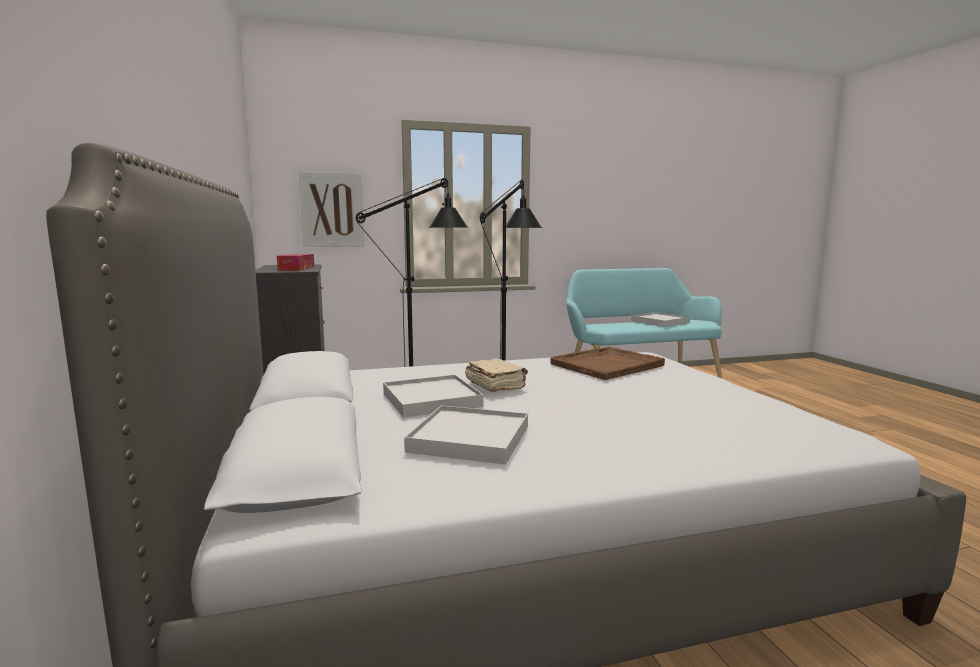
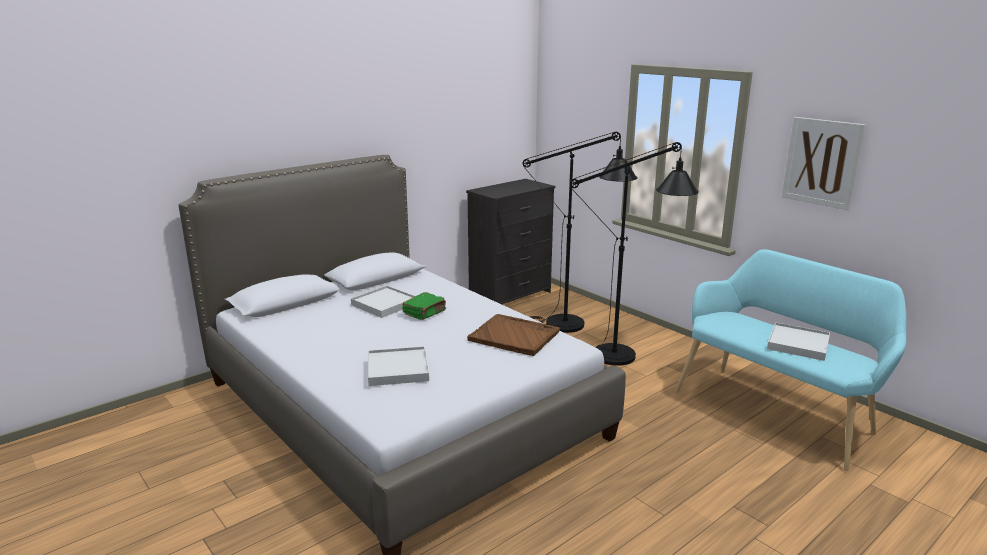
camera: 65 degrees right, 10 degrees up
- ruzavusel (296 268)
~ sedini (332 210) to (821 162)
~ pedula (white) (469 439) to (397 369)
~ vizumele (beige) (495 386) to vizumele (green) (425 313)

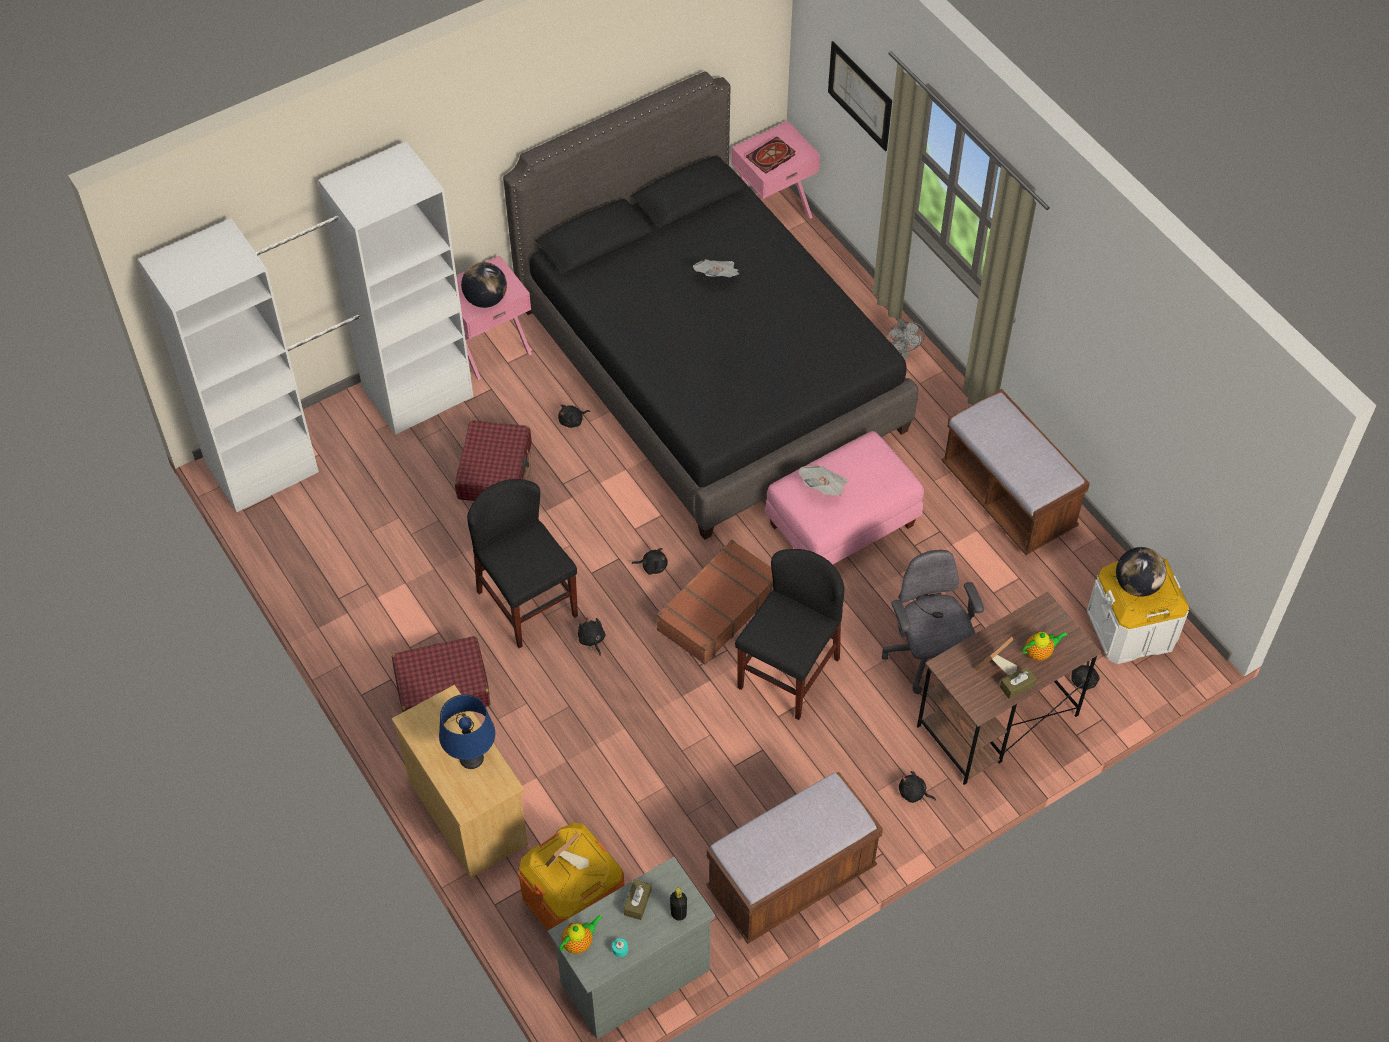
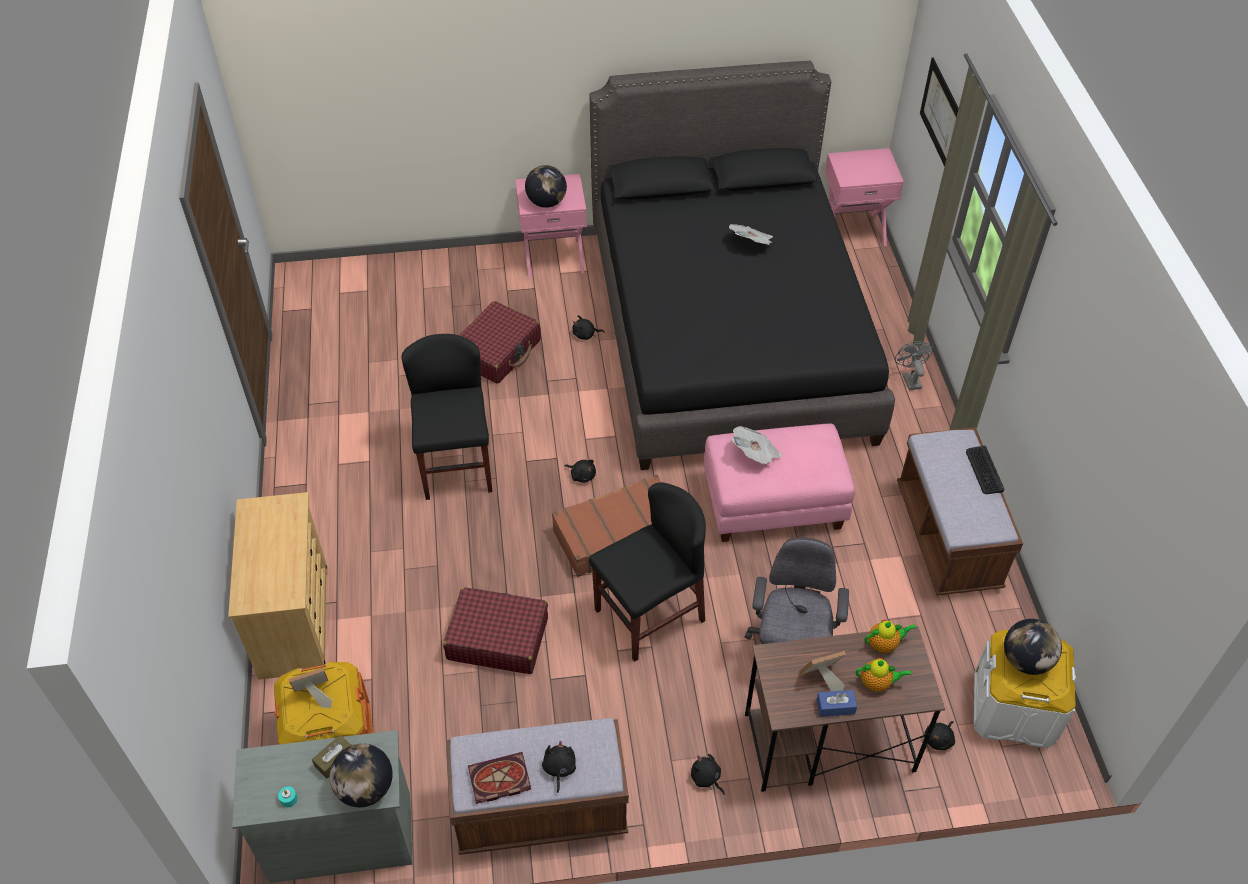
camera: 25 degrees right, 5 degrees down
- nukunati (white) (342 428)
- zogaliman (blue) (472 758)
+ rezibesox (984 470)
~ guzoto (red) (442 687) to (497 638)
~ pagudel (579 942) to (884 644)
~ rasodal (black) (592 640) to (559 769)
~ vizumele (770 157) to (498 780)
~ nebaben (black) (678 913) to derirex (365 788)
~ ruzavusel (brown) (1017 686) to ruzavusel (blue) (835 707)
~ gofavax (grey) (902 353) = (909 378) 150 degrees clockwise

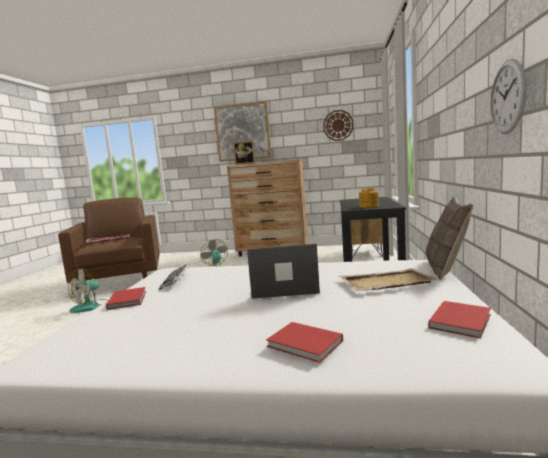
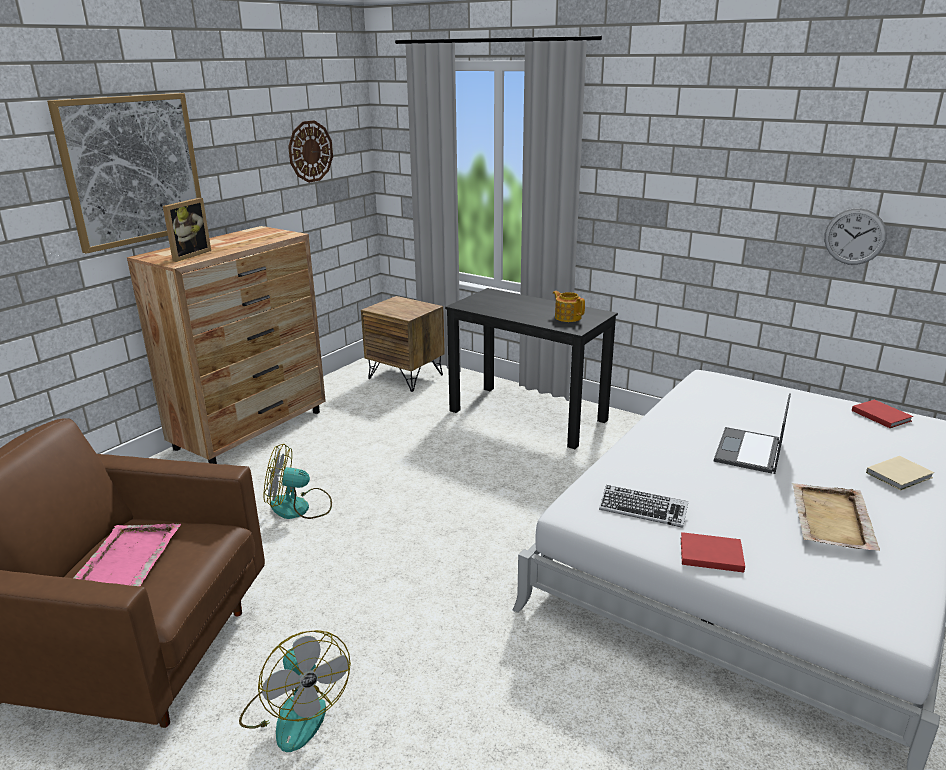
camera: 65 degrees left, 15 degrees up
- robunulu (446 269)
~ pedula (beige) (385 282) to (831 519)
~ vizumele (red) (305 344) to vizumele (beige) (900 475)

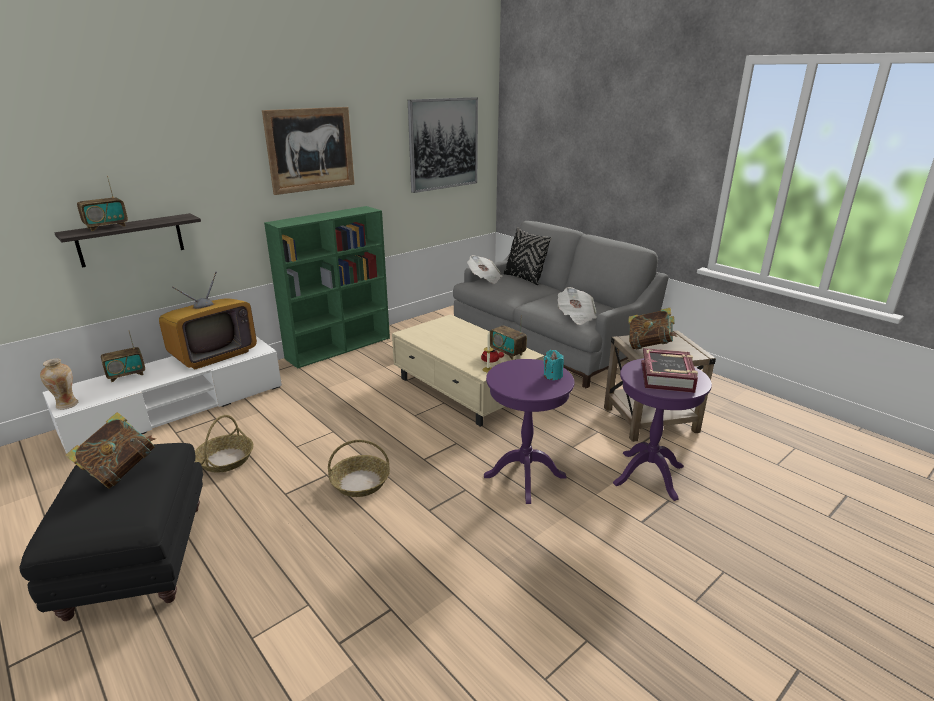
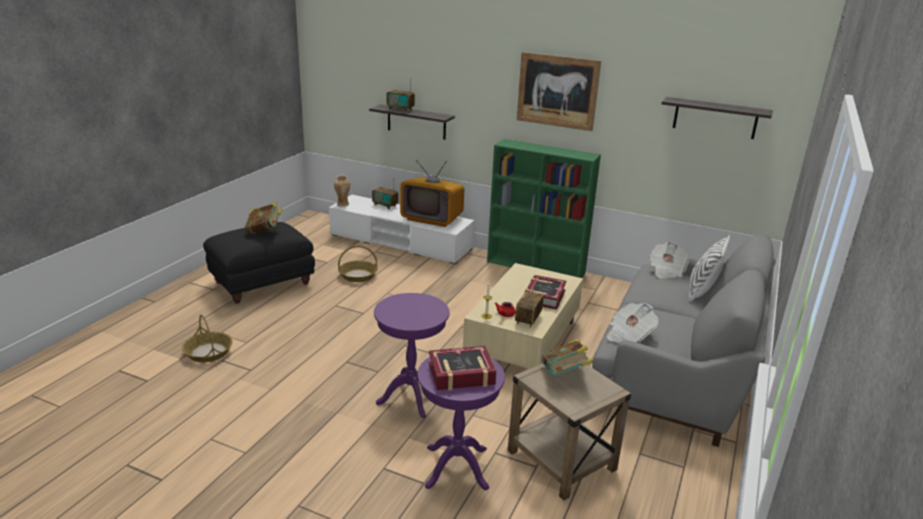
camera: 65 degrees right, 0 degrees up
- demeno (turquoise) (552 376)
+ vizumele (544 296)
~ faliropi (360 482) to (208 352)
~ sedini (443 144) to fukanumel (715 118)
~ robunulu (black) (524 278) to robunulu (white) (702 291)

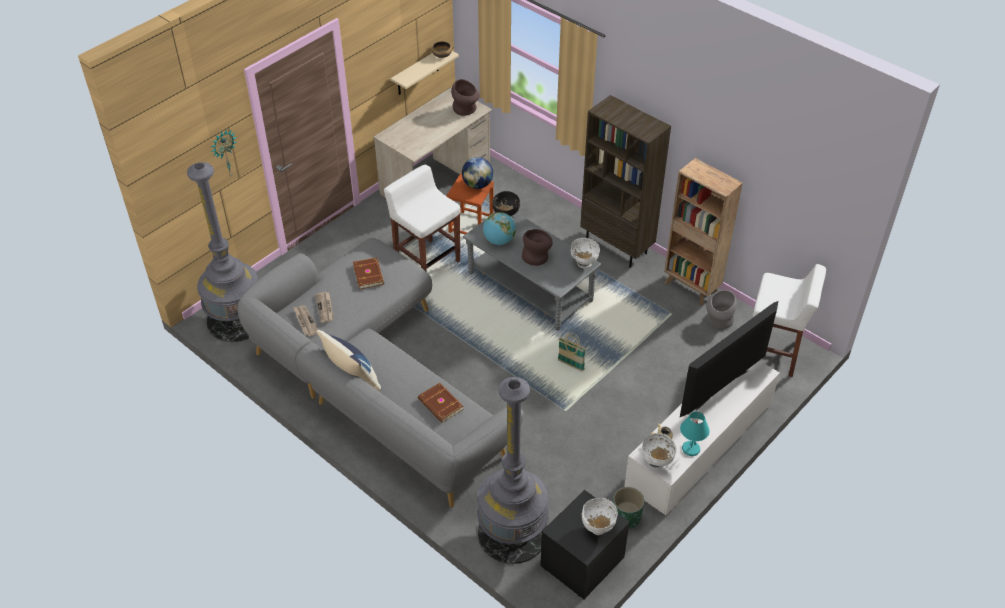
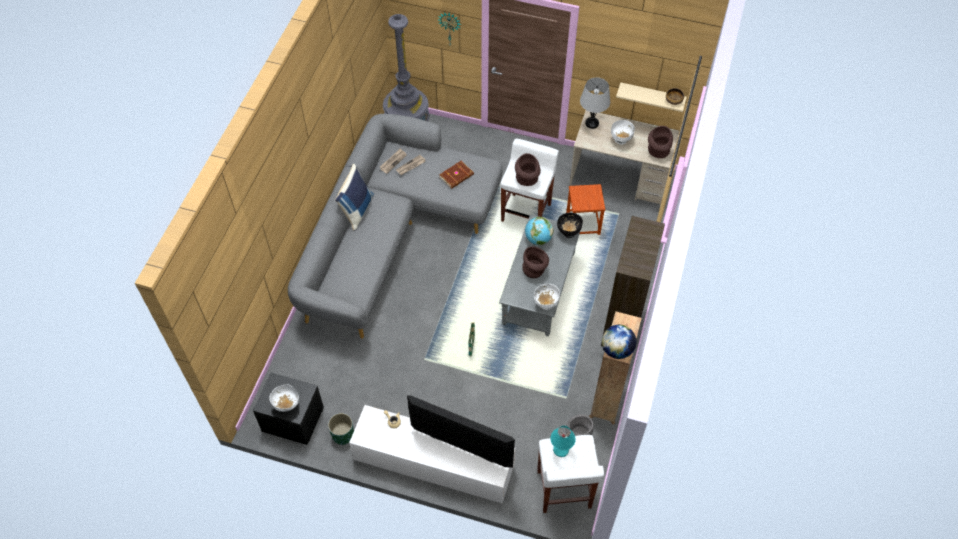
camera: 65 degrees right, 10 degrees up
- vizumele (brown) (440 404)
- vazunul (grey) (512 532)
+ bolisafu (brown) (527 180)
+ zogaliman (grey) (592 123)
~ derirex (477 185) to (617 350)
~ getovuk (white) (656 462) to (621 140)
~ zogaliman (turquoise) (691 449) to (561 450)

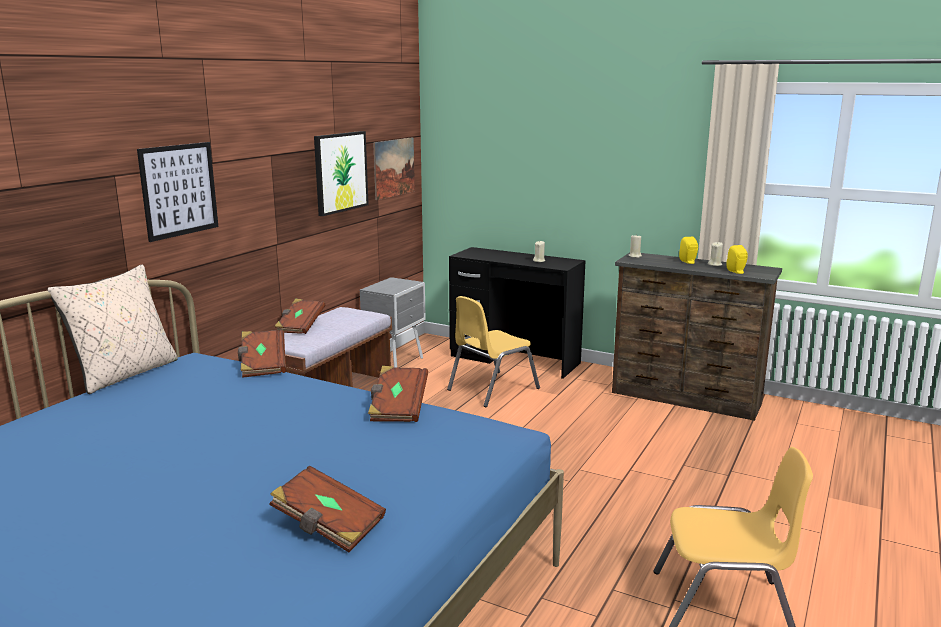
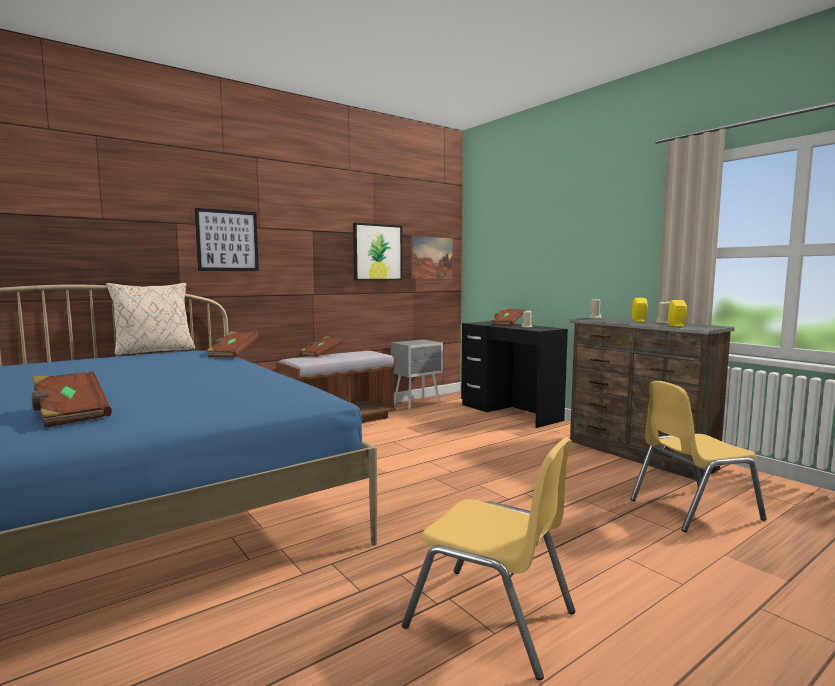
camera: 25 degrees right, 10 degrees down
~ vizumele (brown) (397 408) to (506 324)
~ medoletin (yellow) (492 389) to (693 509)

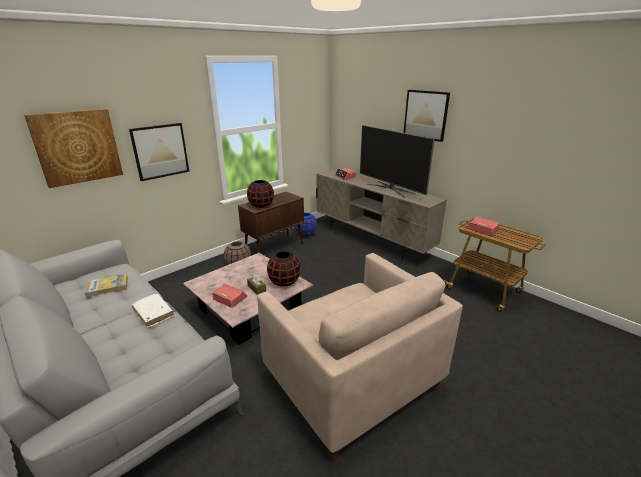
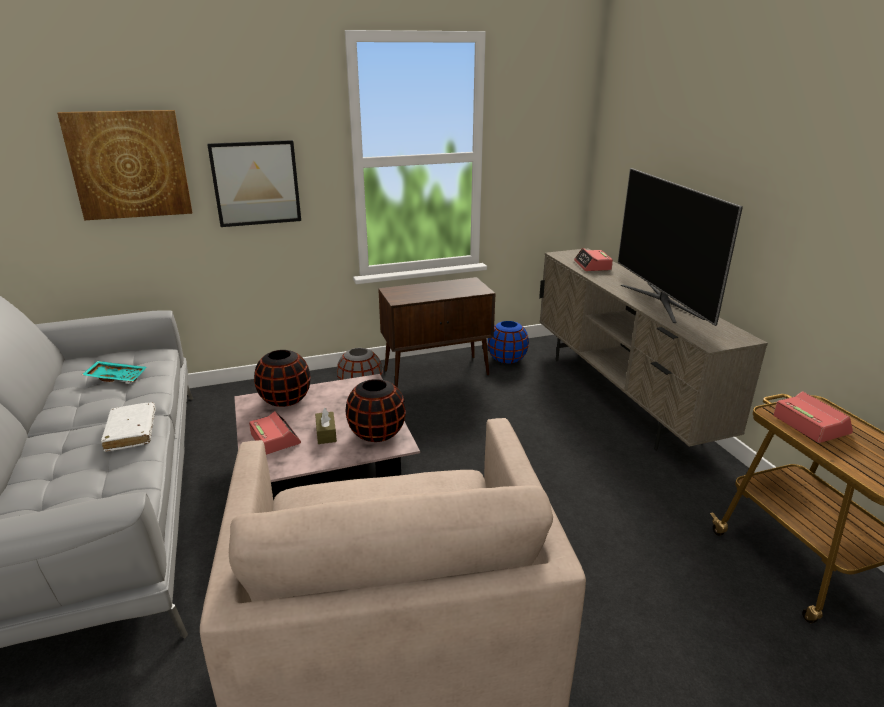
camera: 25 degrees right, 0 degrees up
- sedini (425 115)
~ bolisafu (black) (261 205) to (285 400)
~ vizumele (107 287) to pedula (turquoise) (117 377)

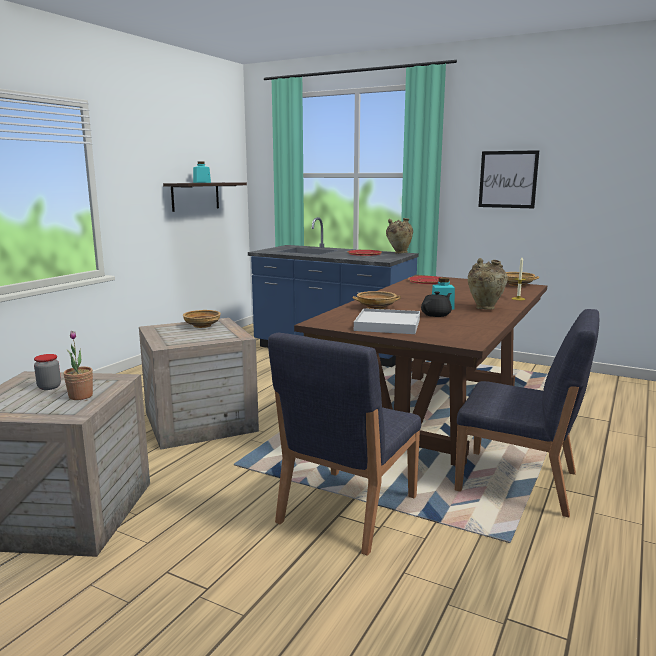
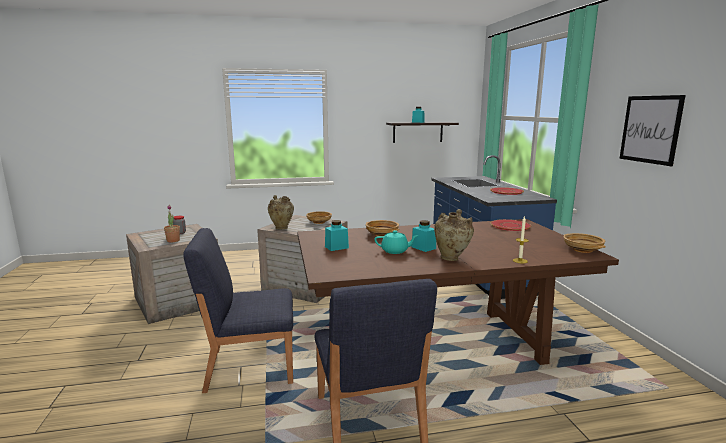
camera: 50 degrees right, 0 degrees up
~ bolisafu (beige) (399 253) to (281 228)
~ pedula (white) (388 325) to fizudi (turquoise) (336 247)
~ pagudel (black) (436 314) to pagudel (turquoise) (395 251)

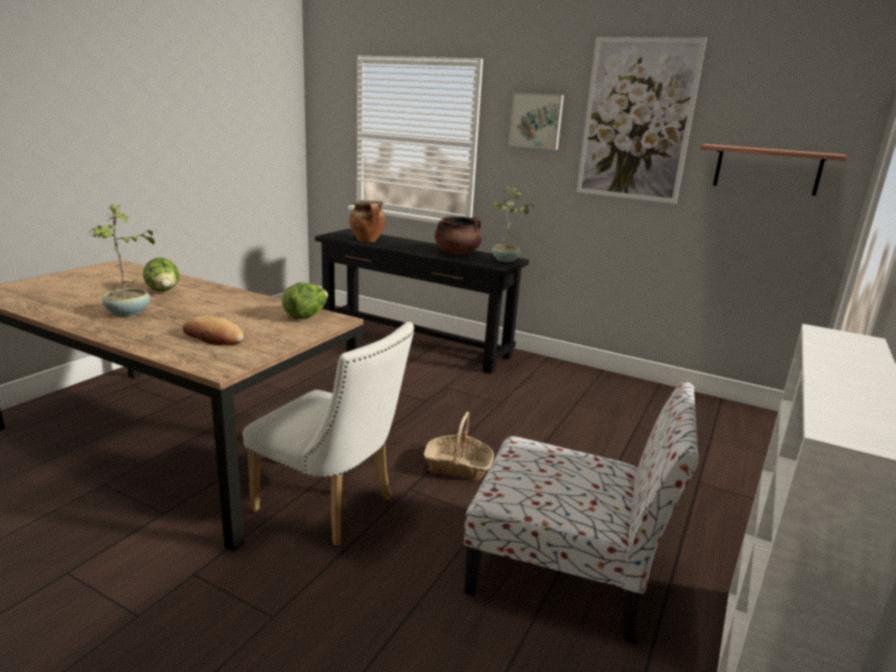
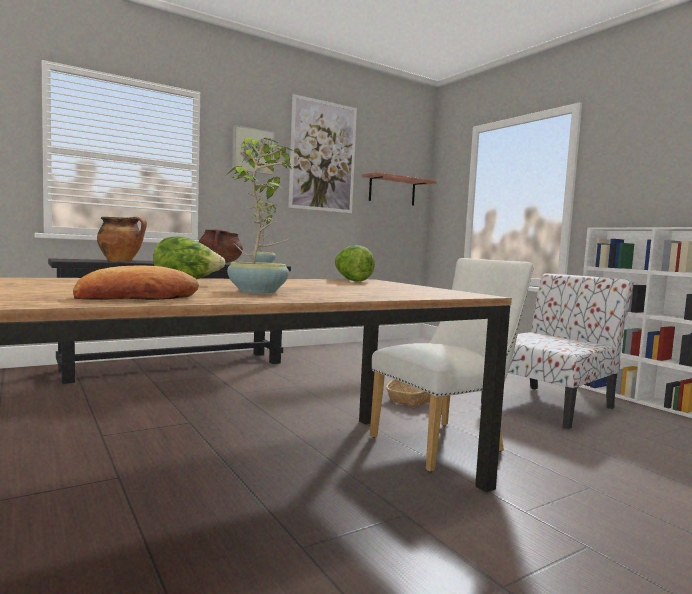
camera: 60 degrees left, 15 degrees down
~ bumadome (213 337) to (138 297)

